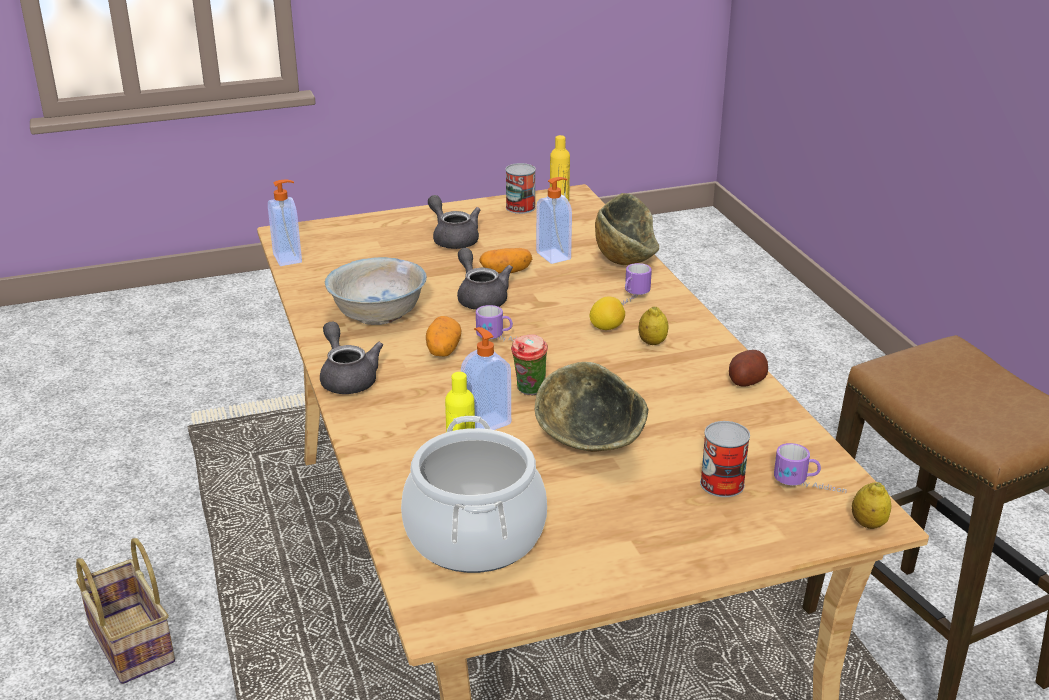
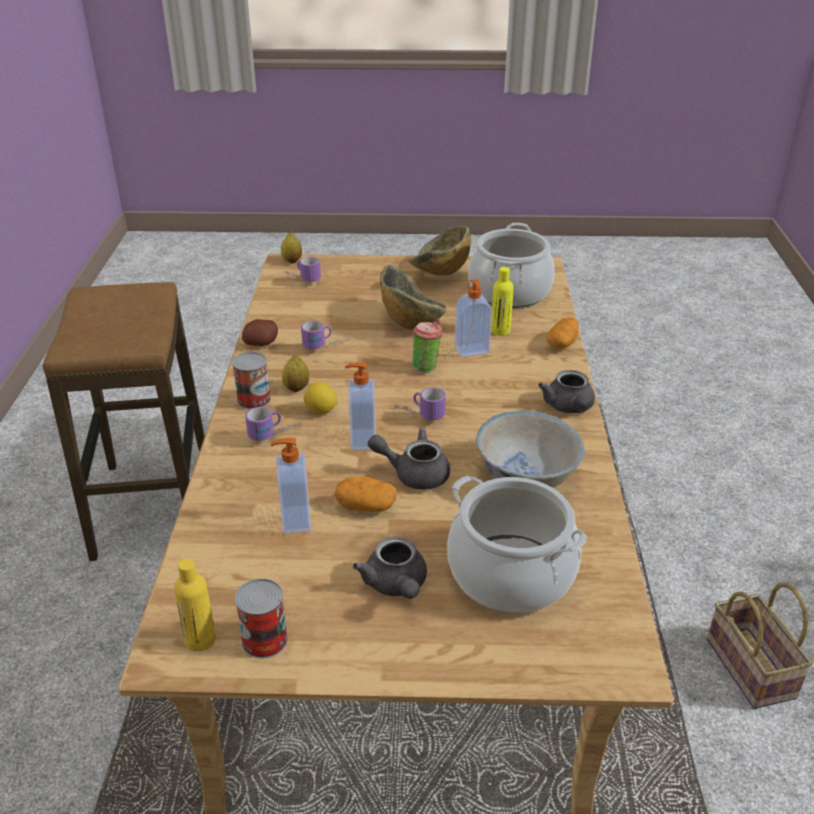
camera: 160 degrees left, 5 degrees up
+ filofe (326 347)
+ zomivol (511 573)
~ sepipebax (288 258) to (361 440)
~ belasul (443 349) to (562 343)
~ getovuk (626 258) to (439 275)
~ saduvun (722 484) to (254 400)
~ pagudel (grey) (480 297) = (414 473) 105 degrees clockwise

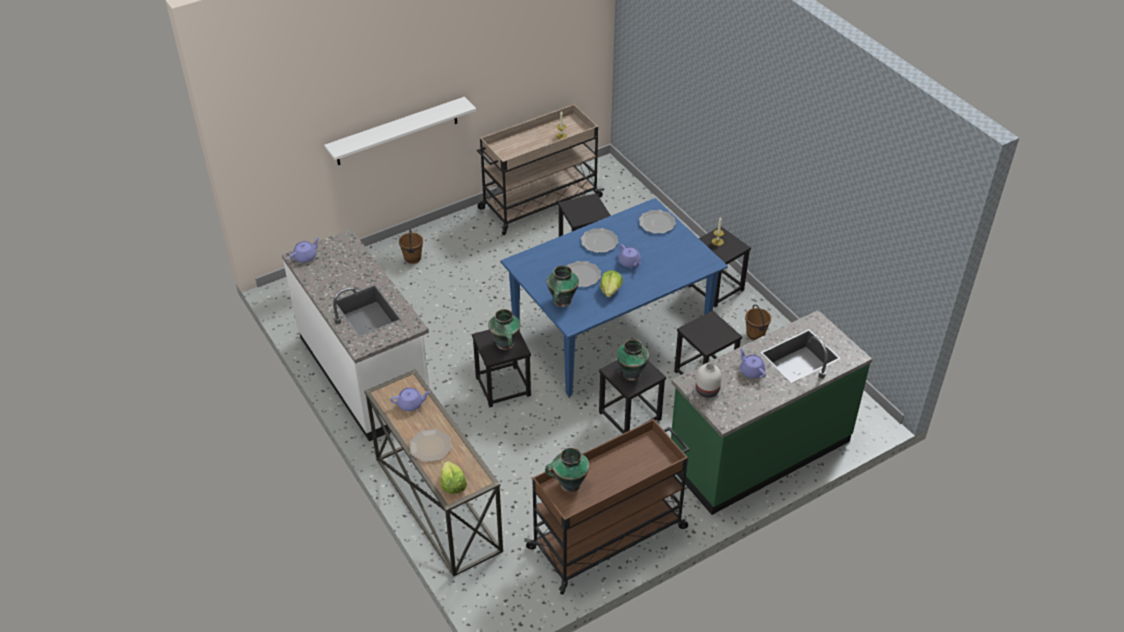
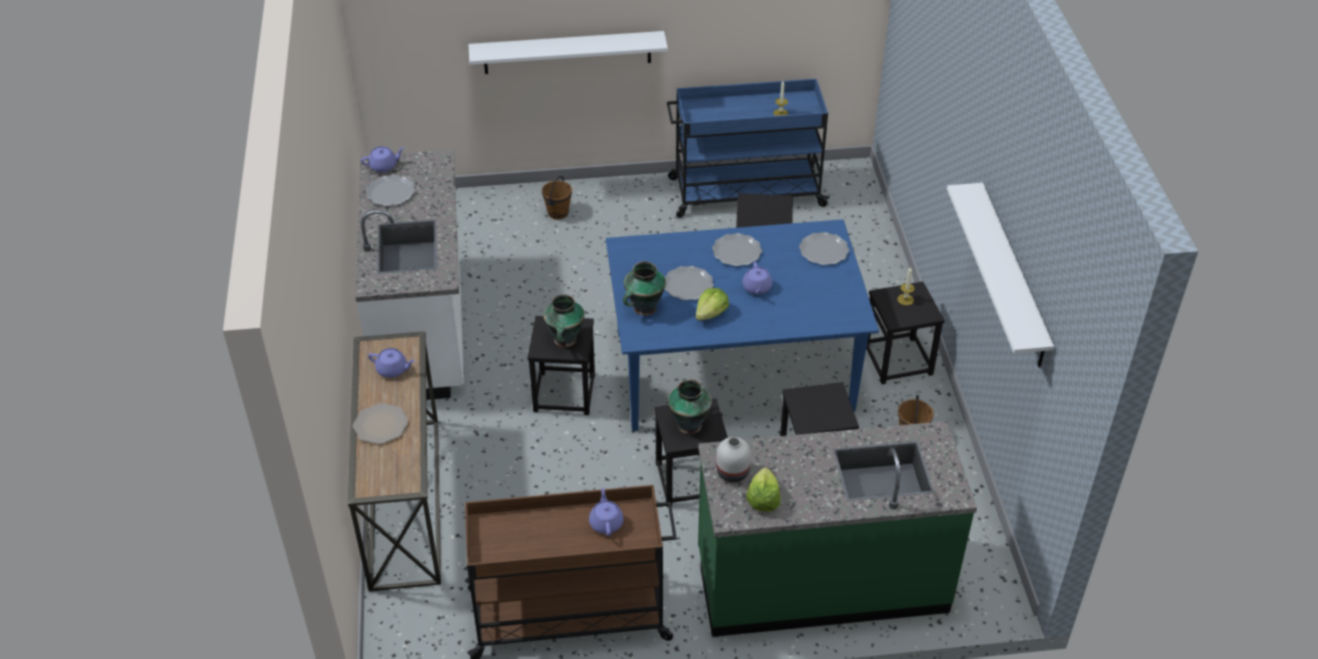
camera: 25 degrees right, 0 degrees up
- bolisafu (569 484)
+ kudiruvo (390 193)
+ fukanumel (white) (1012 276)
~ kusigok (452 485) to (762 499)
~ pagudel (purple) (751 371) to (606 522)
~ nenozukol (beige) (539 203) to nenozukol (blue) (744 192)

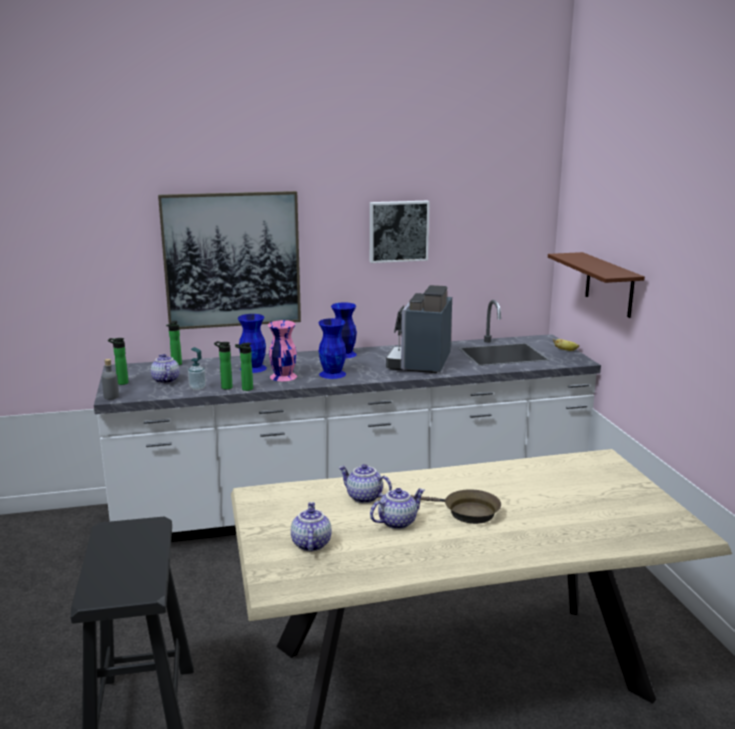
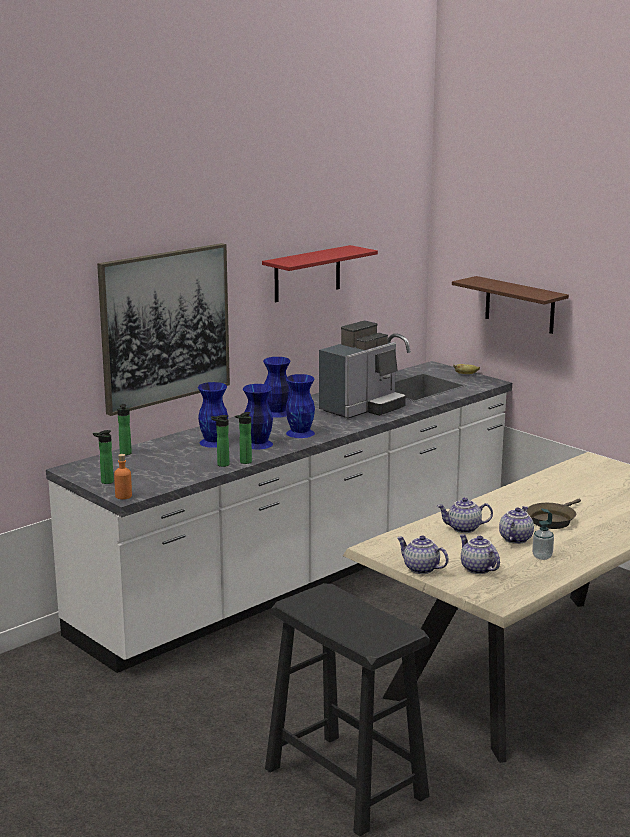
camera: 30 degrees left, 0 degrees up
~ pagudel (165 380) to (420 569)
~ sepipebax (197 388) to (542 556)
~ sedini (398 231) to fukanumel (red) (307 274)
~ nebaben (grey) (111 397) to nebaben (orange) (123 496)
~ bolisafu (pink) (283 376) to bolisafu (blue) (257 444)
~ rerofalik (421 363) = (362 408) 120 degrees counterclockwise
~ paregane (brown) (466 512) = (552 520) 135 degrees clockwise

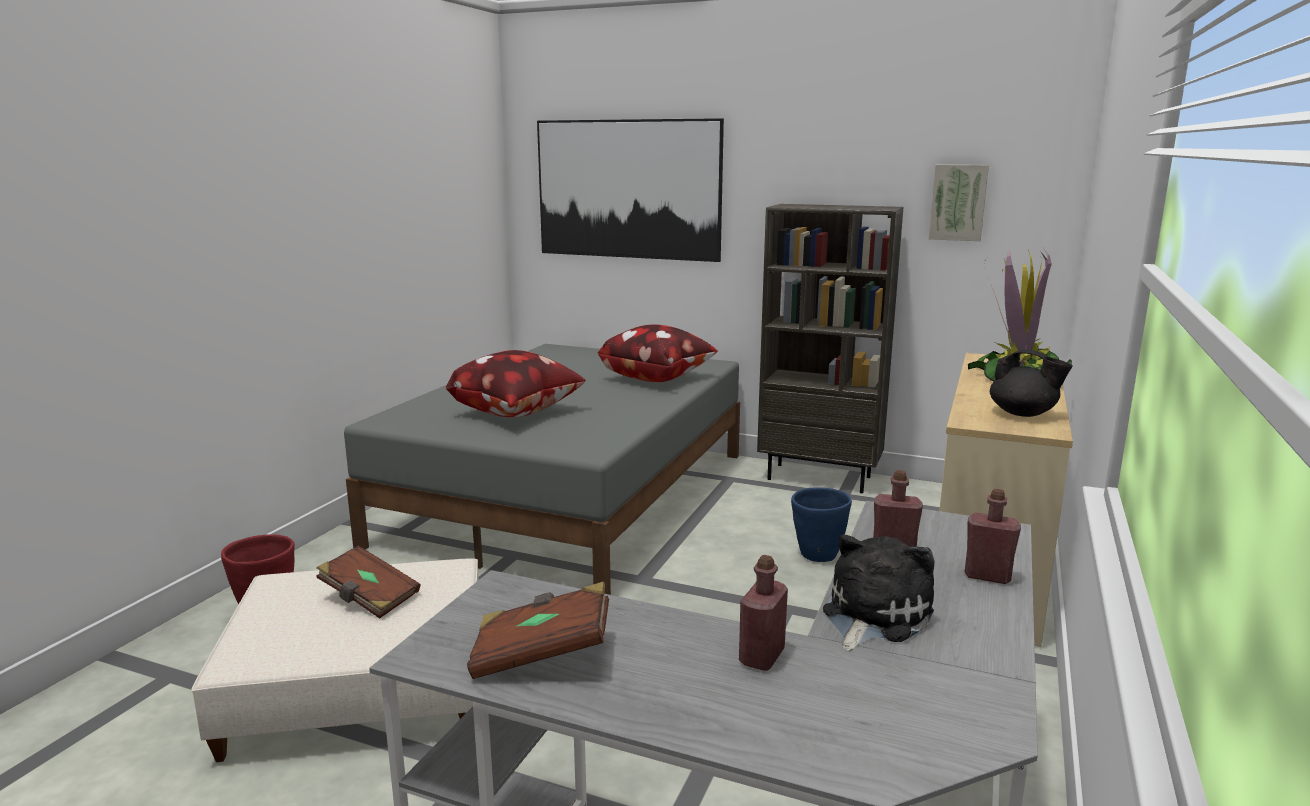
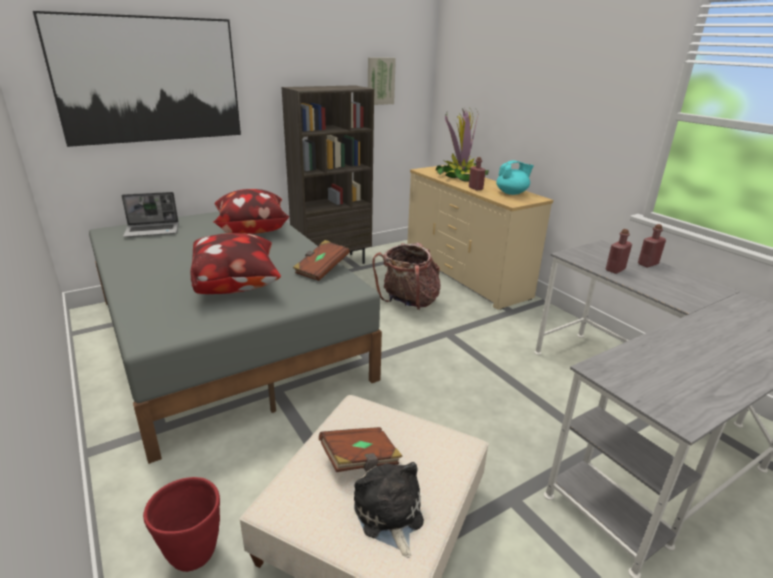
camera: 55 degrees left, 10 degrees up
+ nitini (153 231)
~ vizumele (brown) (542 654) to (321 270)
~ nebaben (red) (761 657) to (475 188)
~ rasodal (872 616) to (389 516)
~ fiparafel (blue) (817 555) to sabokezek (409 302)
~ pagudel (black) (1023 414) to pagudel (turquoise) (512 193)

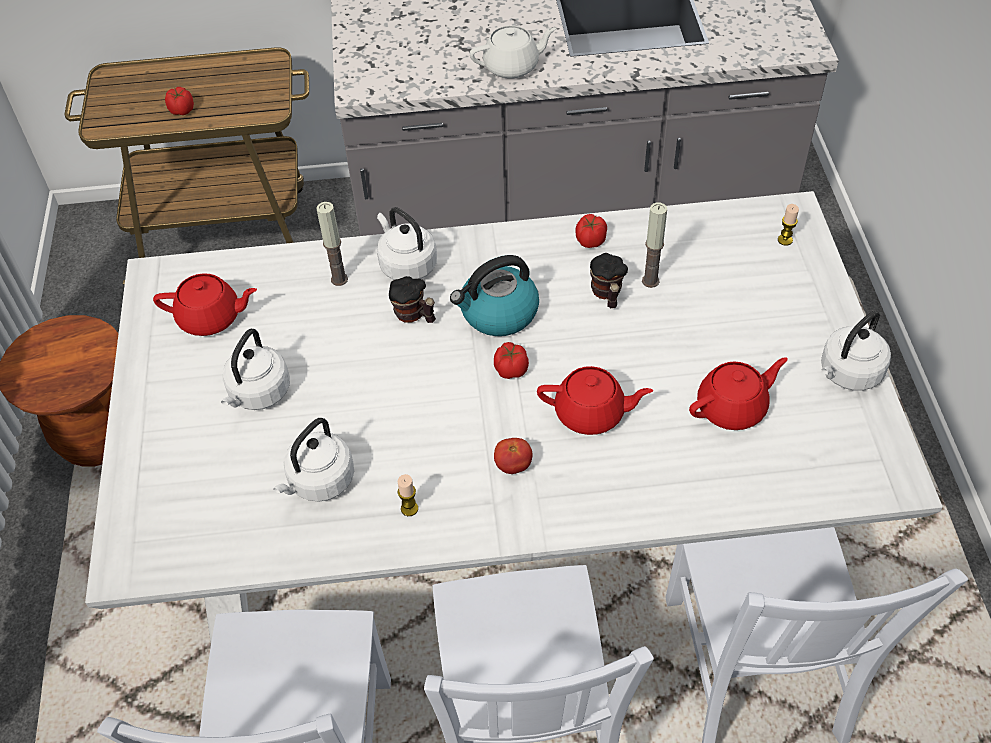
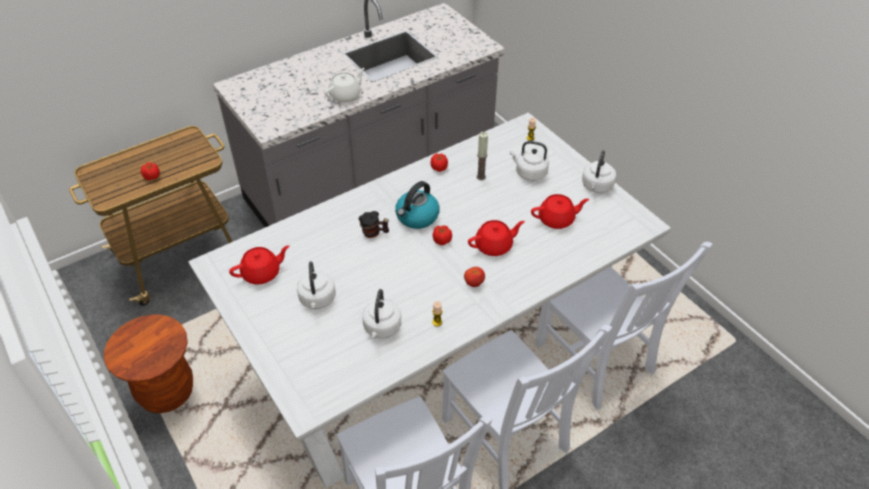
camera: 30 degrees left, 5 degrees down
- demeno (339 279)
- filofe (607 294)
~ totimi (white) (406 265) to (529 173)
~ pagudel (red) (733 408) = (557 219) 45 degrees clockwise

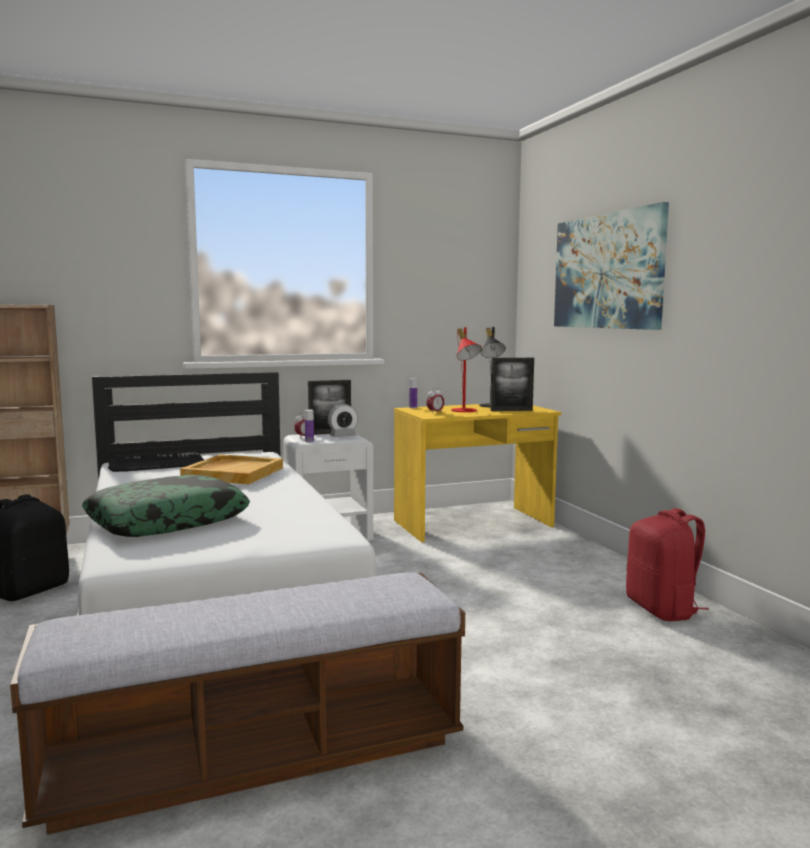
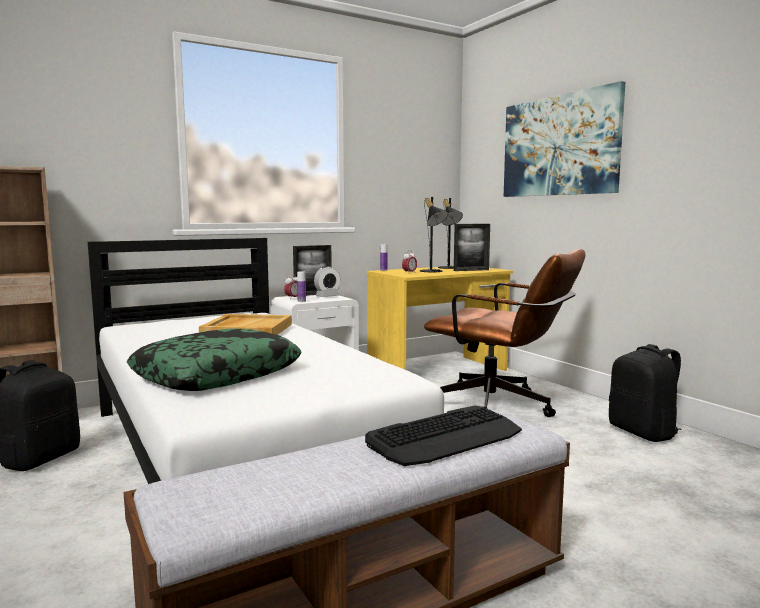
camera: 10 degrees left, 0 degrees up
+ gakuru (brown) (501 409)
~ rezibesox (157 464) to (445 437)
~ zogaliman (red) (465 411) to zogaliman (black) (433 271)
~ sabokezek (red) (663 609) to sabokezek (black) (643 432)

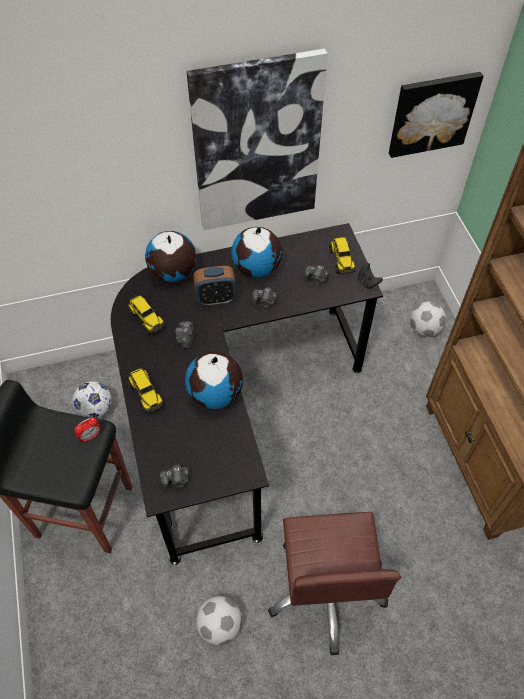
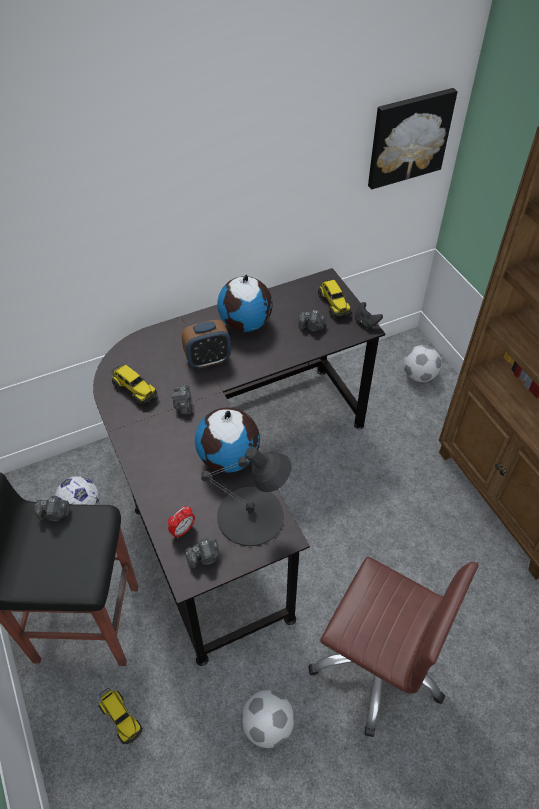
camera: 10 degrees left, 5 degrees down
- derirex (173 273)
- sedini (257 145)
+ zogaliman (black) (251 516)
~ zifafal (90 436) to (182 530)
~ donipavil (146 394) to (121 718)
~ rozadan (265 302) to (55 514)
~ gakuru (brown) (326 590) = (378 664) 45 degrees counterclockwise

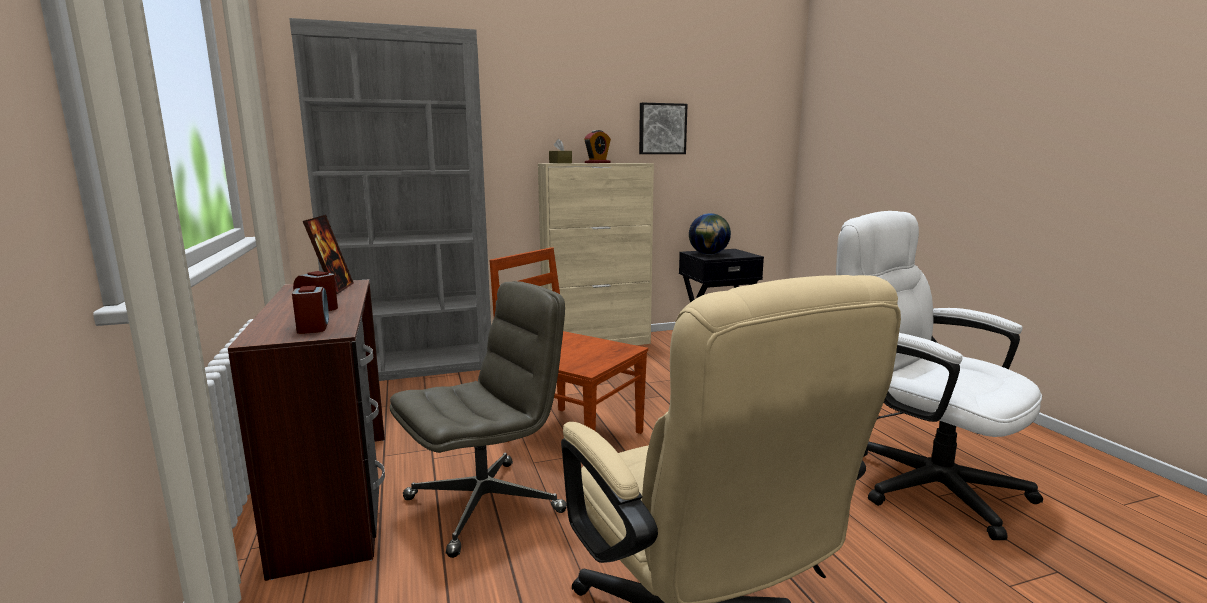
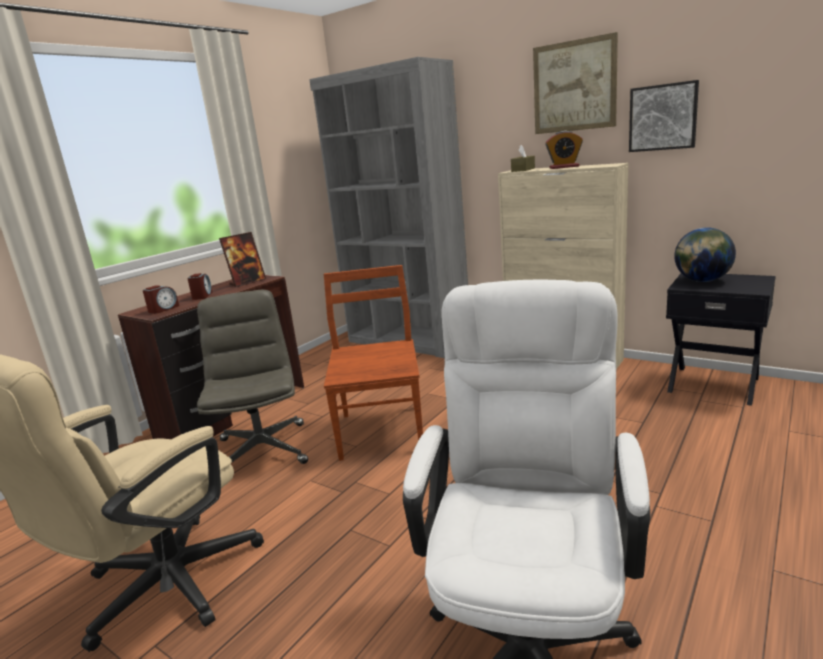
camera: 55 degrees right, 5 degrees up
+ sedini (574 86)
~ gakuru (grey) (485 504) = (262 450) 120 degrees counterclockwise

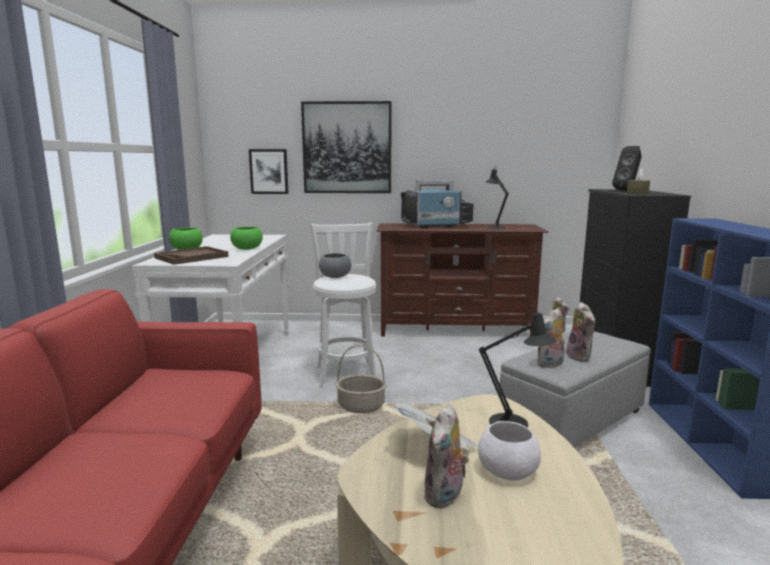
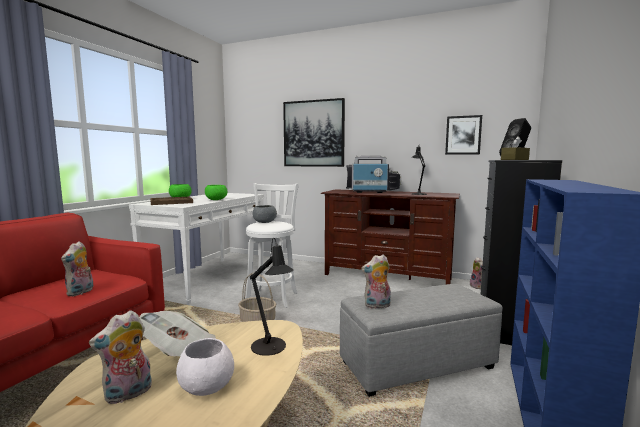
camera: 20 degrees right, 5 degrees down
~ sedini (269 171) to (463 135)
~ rasodal (580 357) to (81 292)

